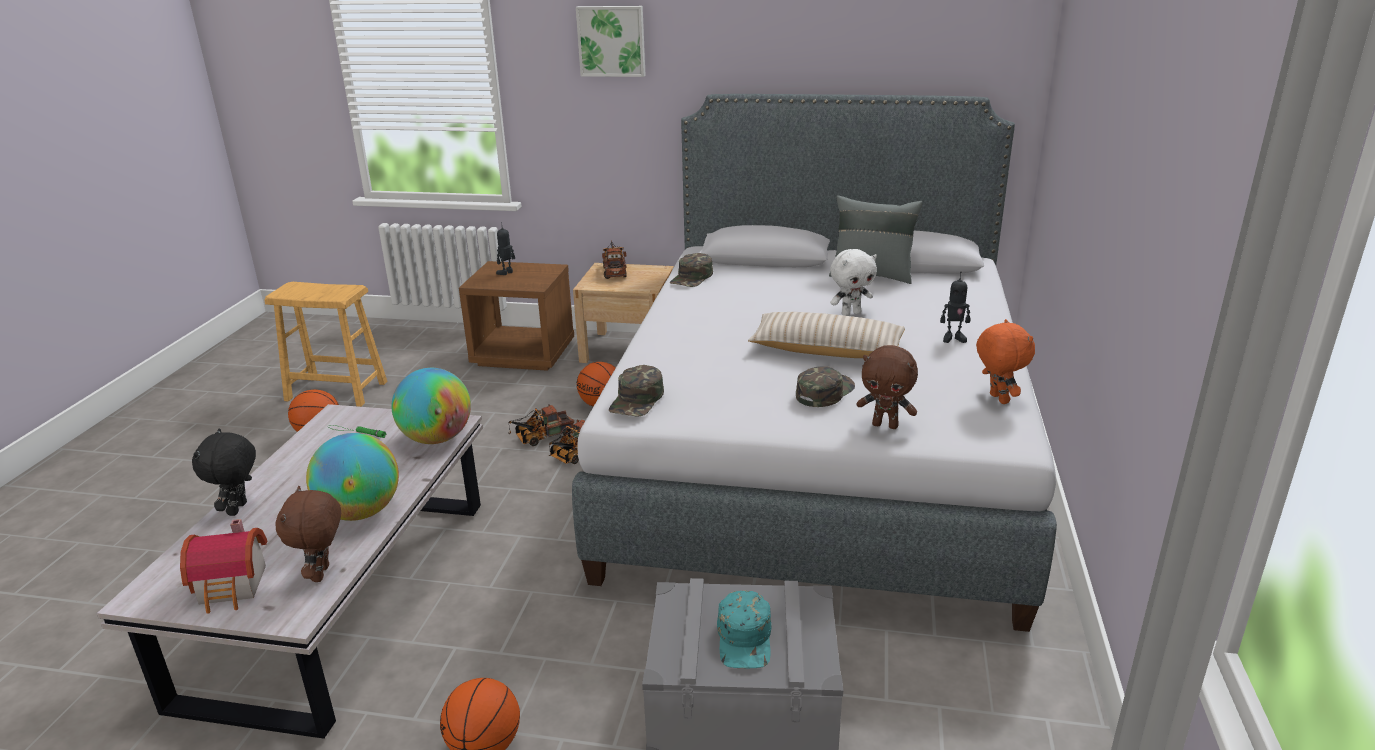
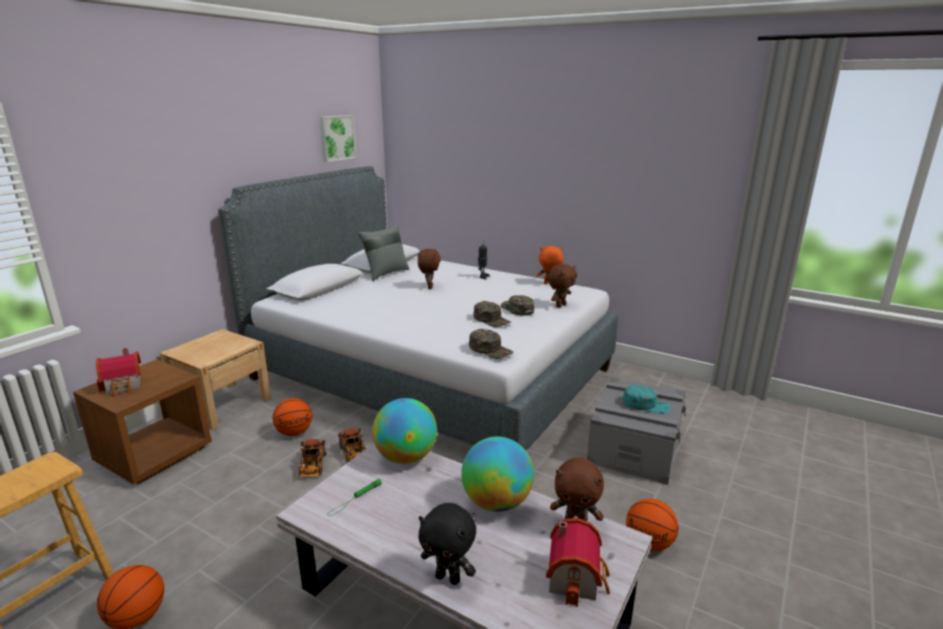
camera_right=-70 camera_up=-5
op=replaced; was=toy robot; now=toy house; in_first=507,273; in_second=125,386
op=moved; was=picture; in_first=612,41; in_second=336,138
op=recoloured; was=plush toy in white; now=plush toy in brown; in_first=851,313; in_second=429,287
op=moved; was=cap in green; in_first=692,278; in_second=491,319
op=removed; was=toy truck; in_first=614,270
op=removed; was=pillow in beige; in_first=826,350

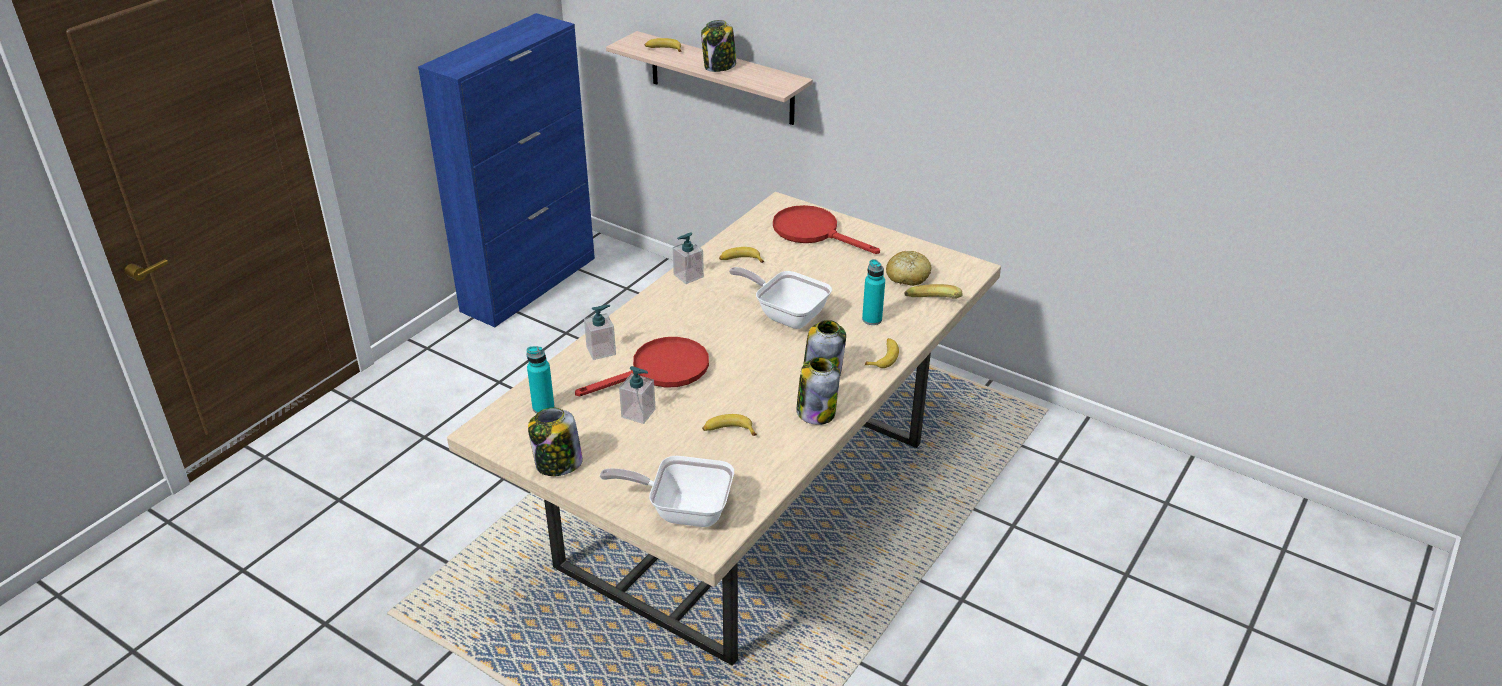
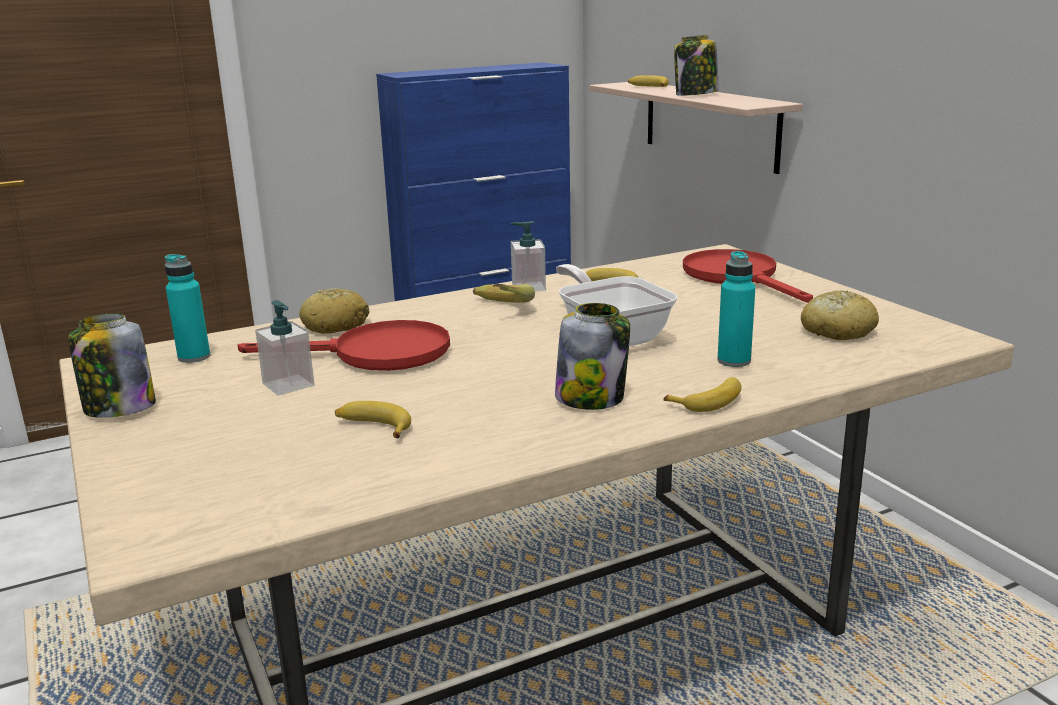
camera_right=30 camera_up=-15
op=replaced; was=soap dispenser; now=bread; in_first=601,351; in_second=336,325
op=moved; was=banana; in_first=933,306; in_second=498,310
op=removed; was=frying pan; in_first=683,510
op=removed; was=jar; in_first=816,412

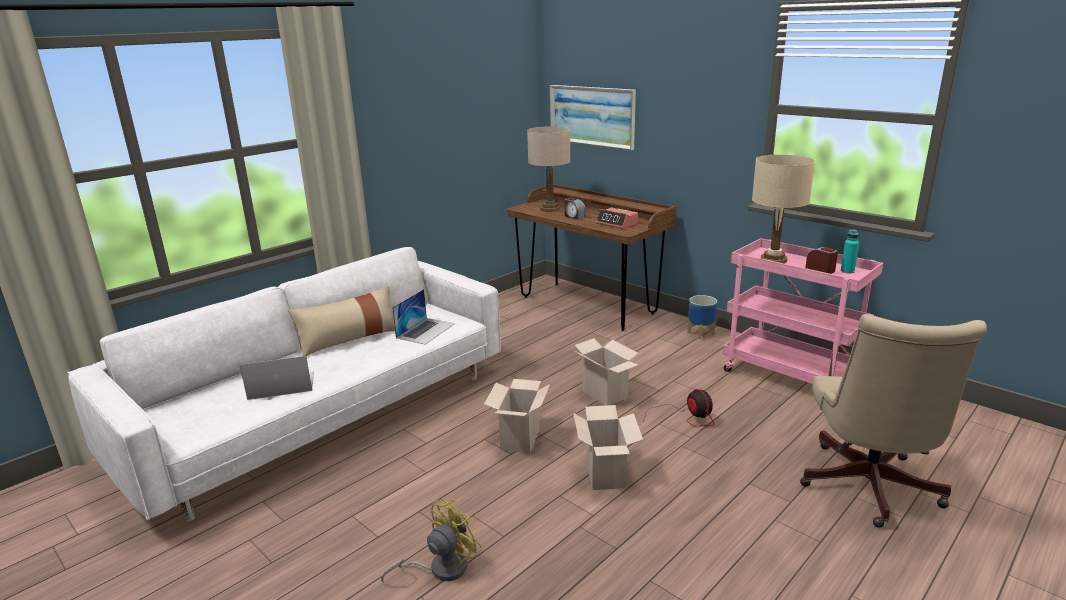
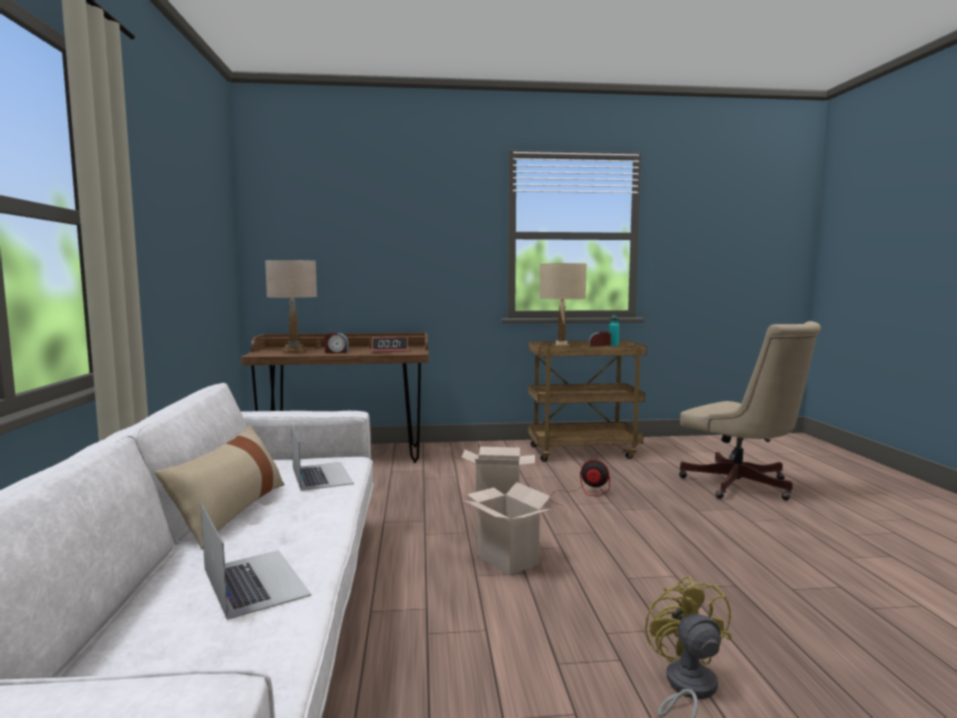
camera_right=-50 camera_up=-15
op=turned; was=laptop; in_first=281,385; in_second=254,581; clockwise=120
op=recoloured; was=cart in pink; now=cart in brown; in_first=791,376; in_second=583,452
op=removed; was=picture; in_first=591,116
op=removed; was=cardboard box; in_first=607,475
op=removed; was=planter; in_first=701,333

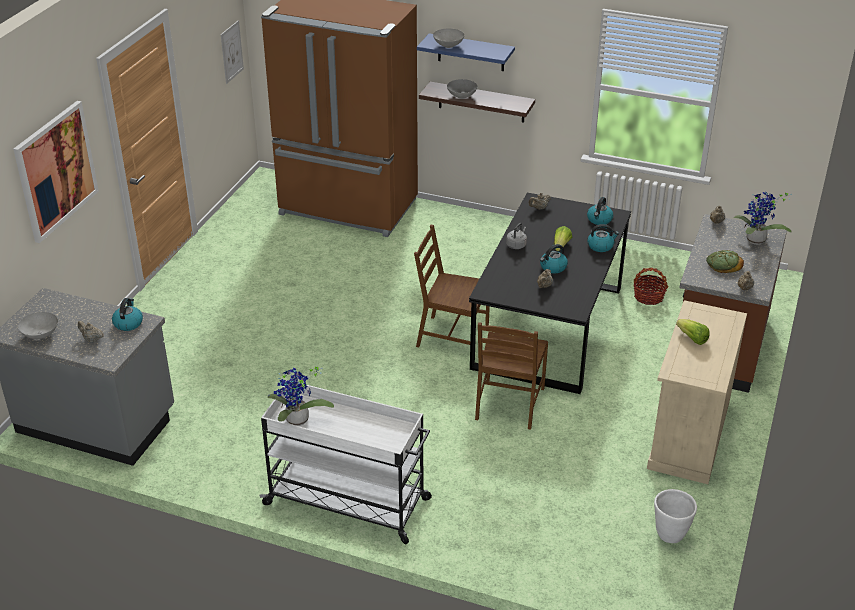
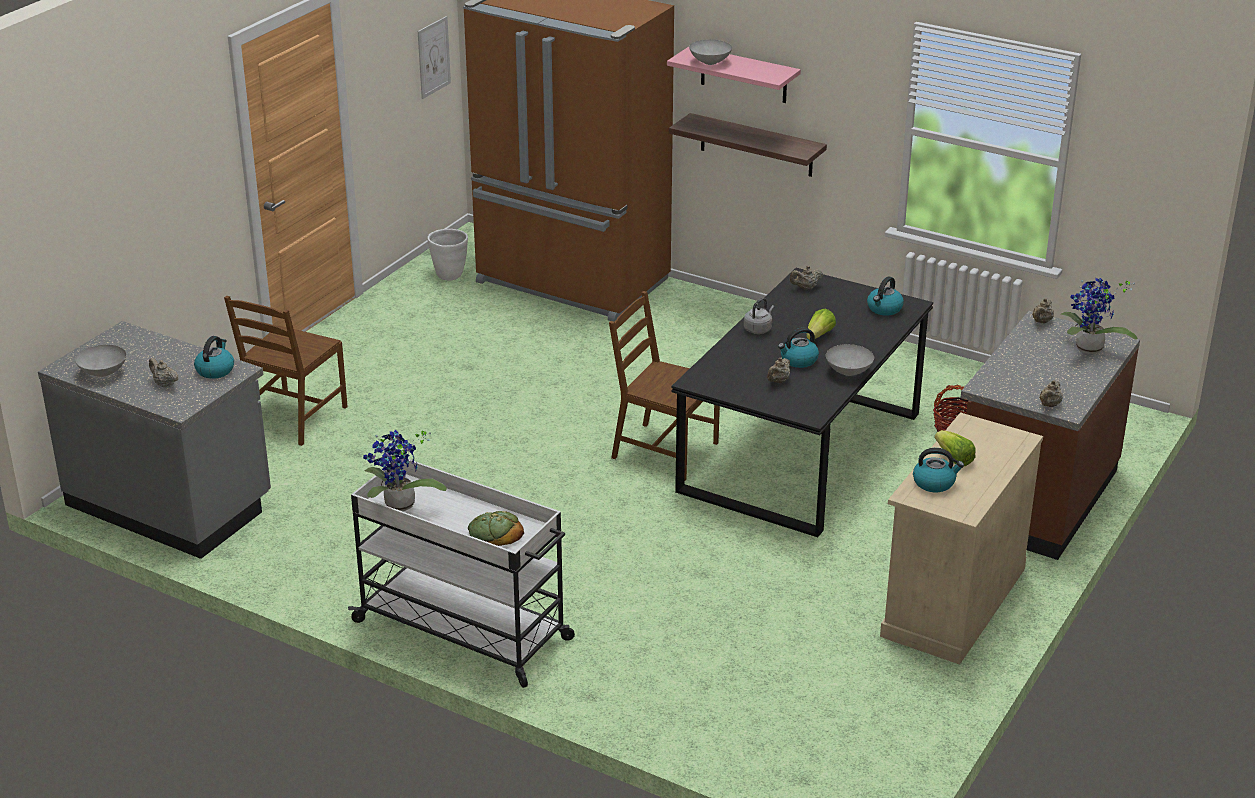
camera_right=10 camera_up=-5
op=moved; was=chair in brown; in_first=509,404; in_second=294,418
op=moved; was=planter in white; in_first=670,534; in_second=449,275
op=moved; was=bread; in_first=723,264; in_second=495,532
op=recoloured; was=shelf in blue; now=shelf in pink; in_first=471,52; in_second=743,75
op=moved; was=bowl in grey; in_first=461,96; in_second=847,372
op=moved; was=kettle; in_first=601,246; in_second=934,483
op=removed; was=picture; in_first=56,170

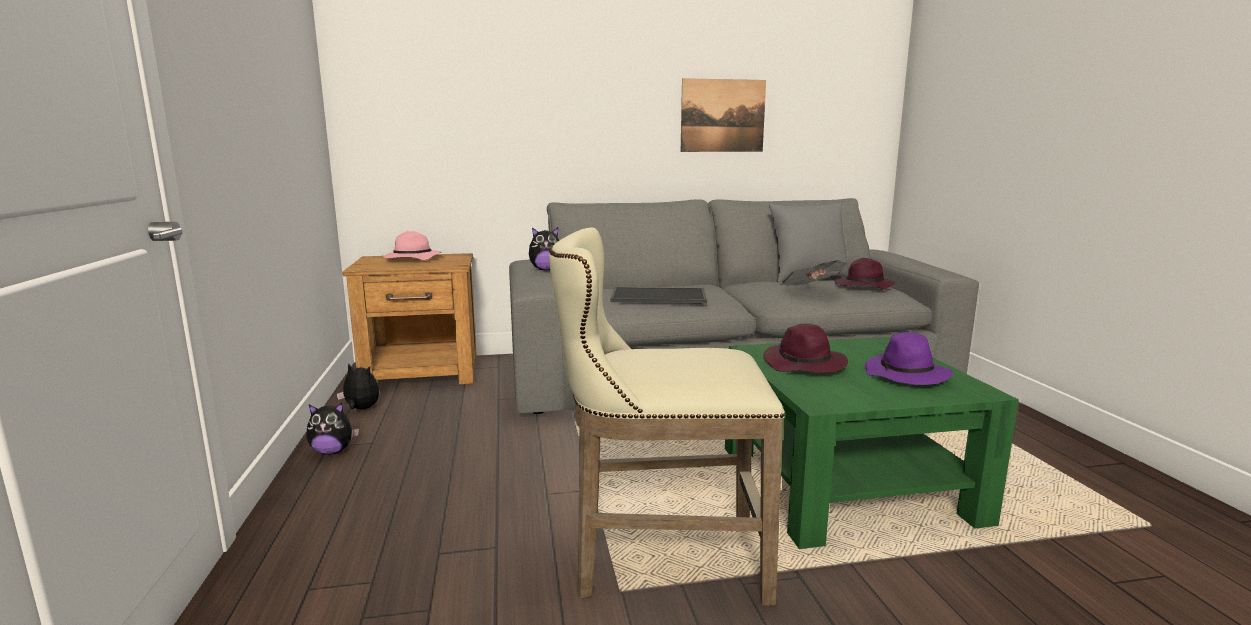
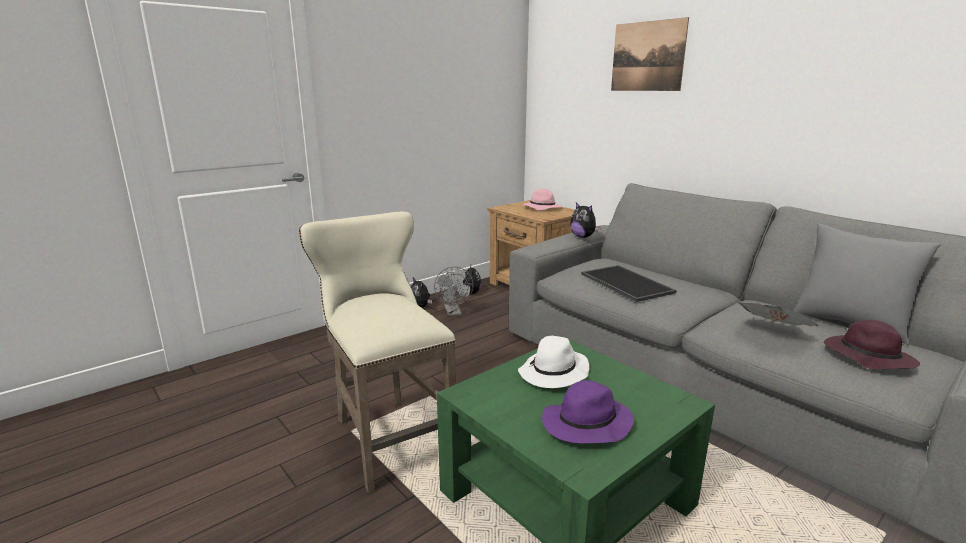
camera_right=60 camera_up=5
op=added; now=fan in grey; in_second=454,312
op=recoloured; was=hat in purple; now=hat in white; in_first=805,364; in_second=554,373
op=moved; was=picture; in_first=723,116; in_second=647,56

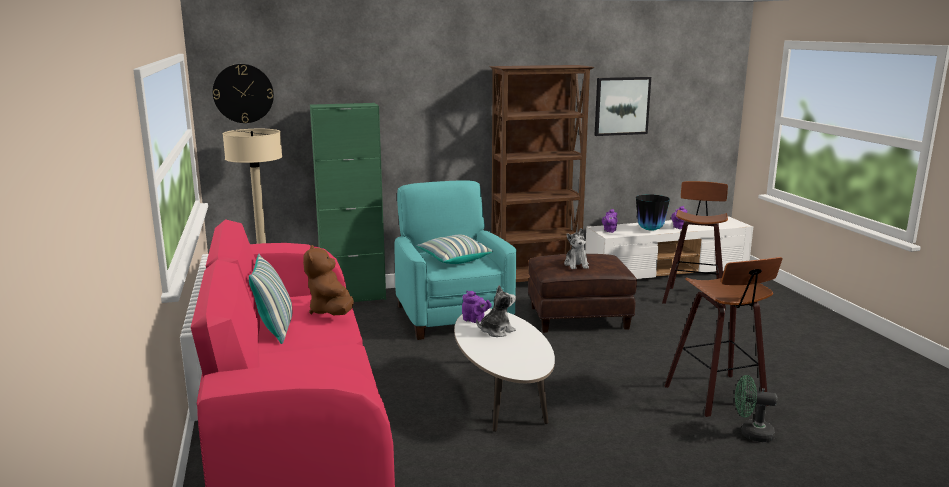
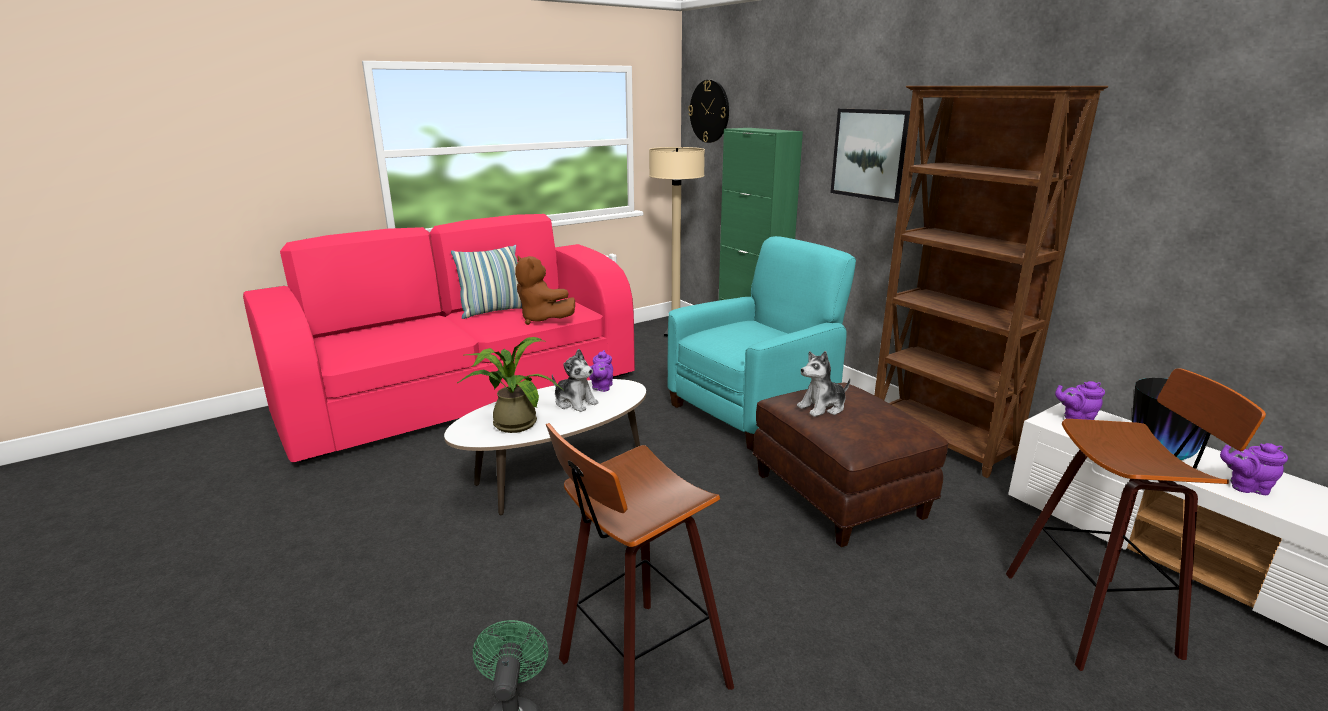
camera_right=70 camera_up=5
op=added; now=potted plant; in_second=511,422
op=turned; was=plush toy in brown; in_first=331,312; in_second=542,319; clockwise=-105
op=moved; was=picture; in_first=621,106; in_second=871,154
op=removed; was=pillow; in_first=454,259

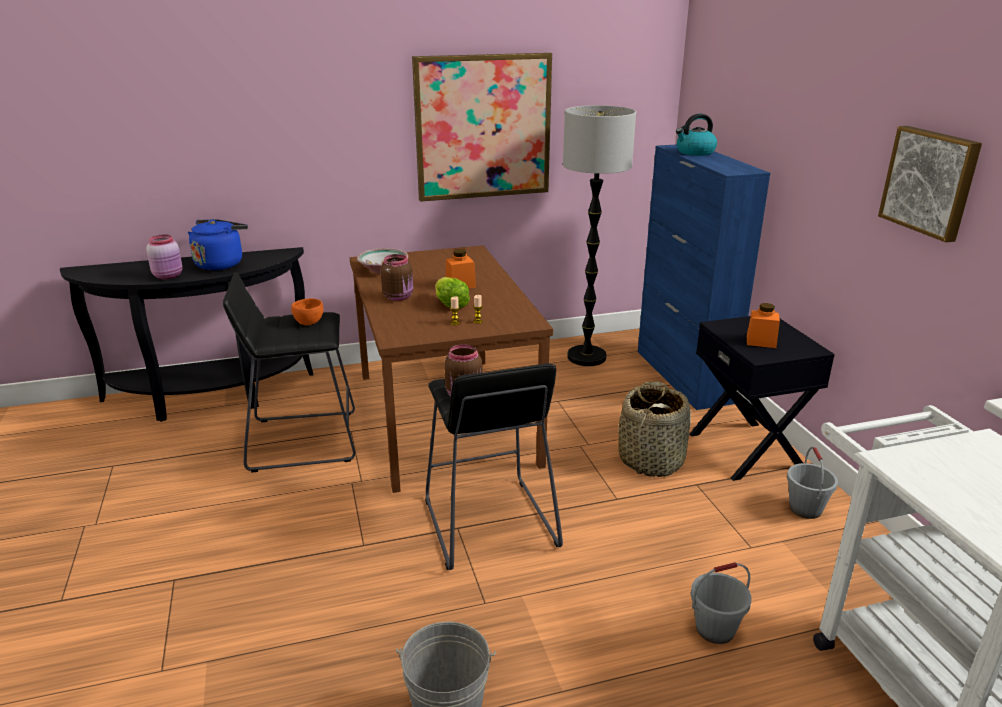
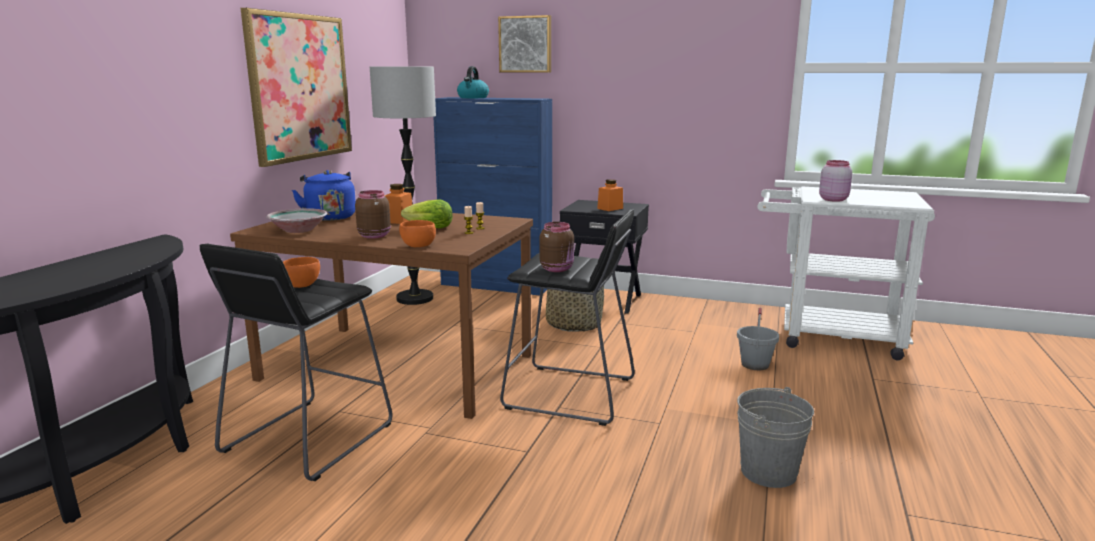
camera_right=-55 camera_up=-10
op=moved; was=kettle in blue; in_first=221,264; in_second=330,217
op=added; now=bowl in orange; in_second=419,246
op=moved; was=picture; in_first=930,182; in_second=525,44
op=moved; was=jar in pink; in_first=169,276; in_second=833,199
op=removed; was=bucket in grey; in_first=805,509

